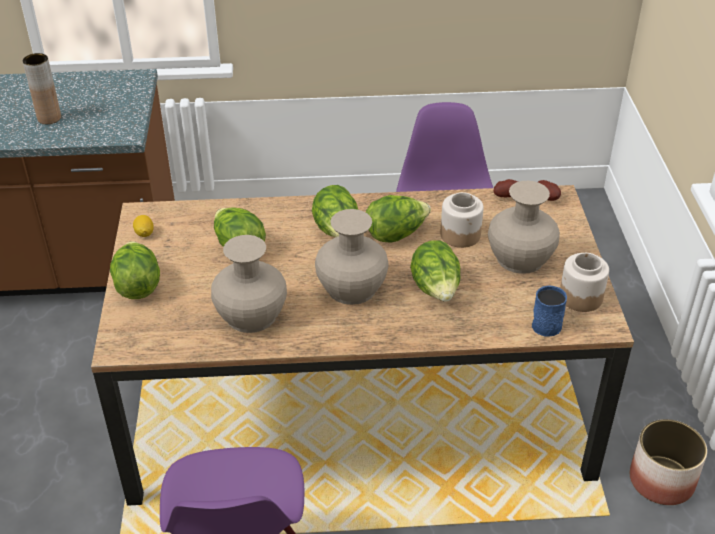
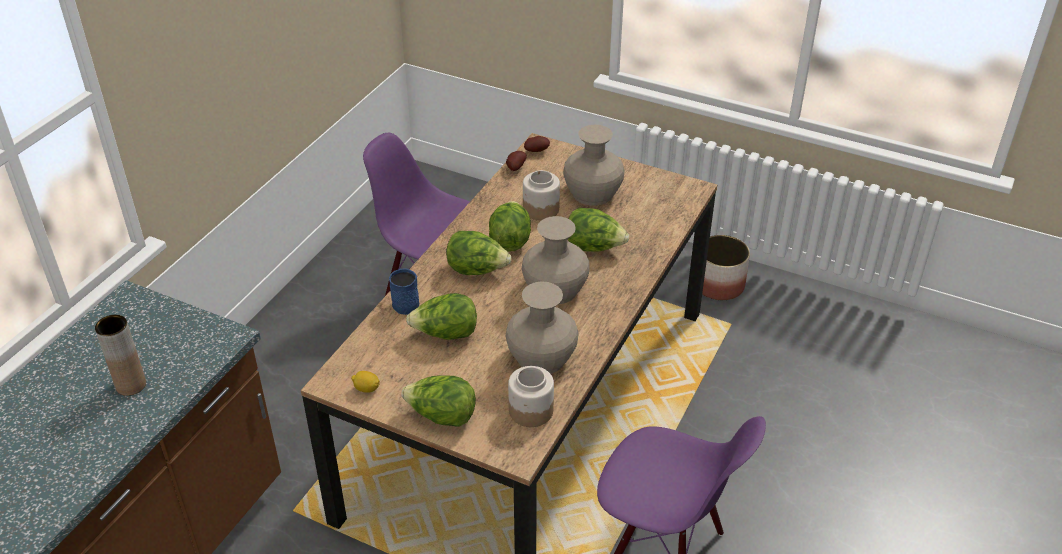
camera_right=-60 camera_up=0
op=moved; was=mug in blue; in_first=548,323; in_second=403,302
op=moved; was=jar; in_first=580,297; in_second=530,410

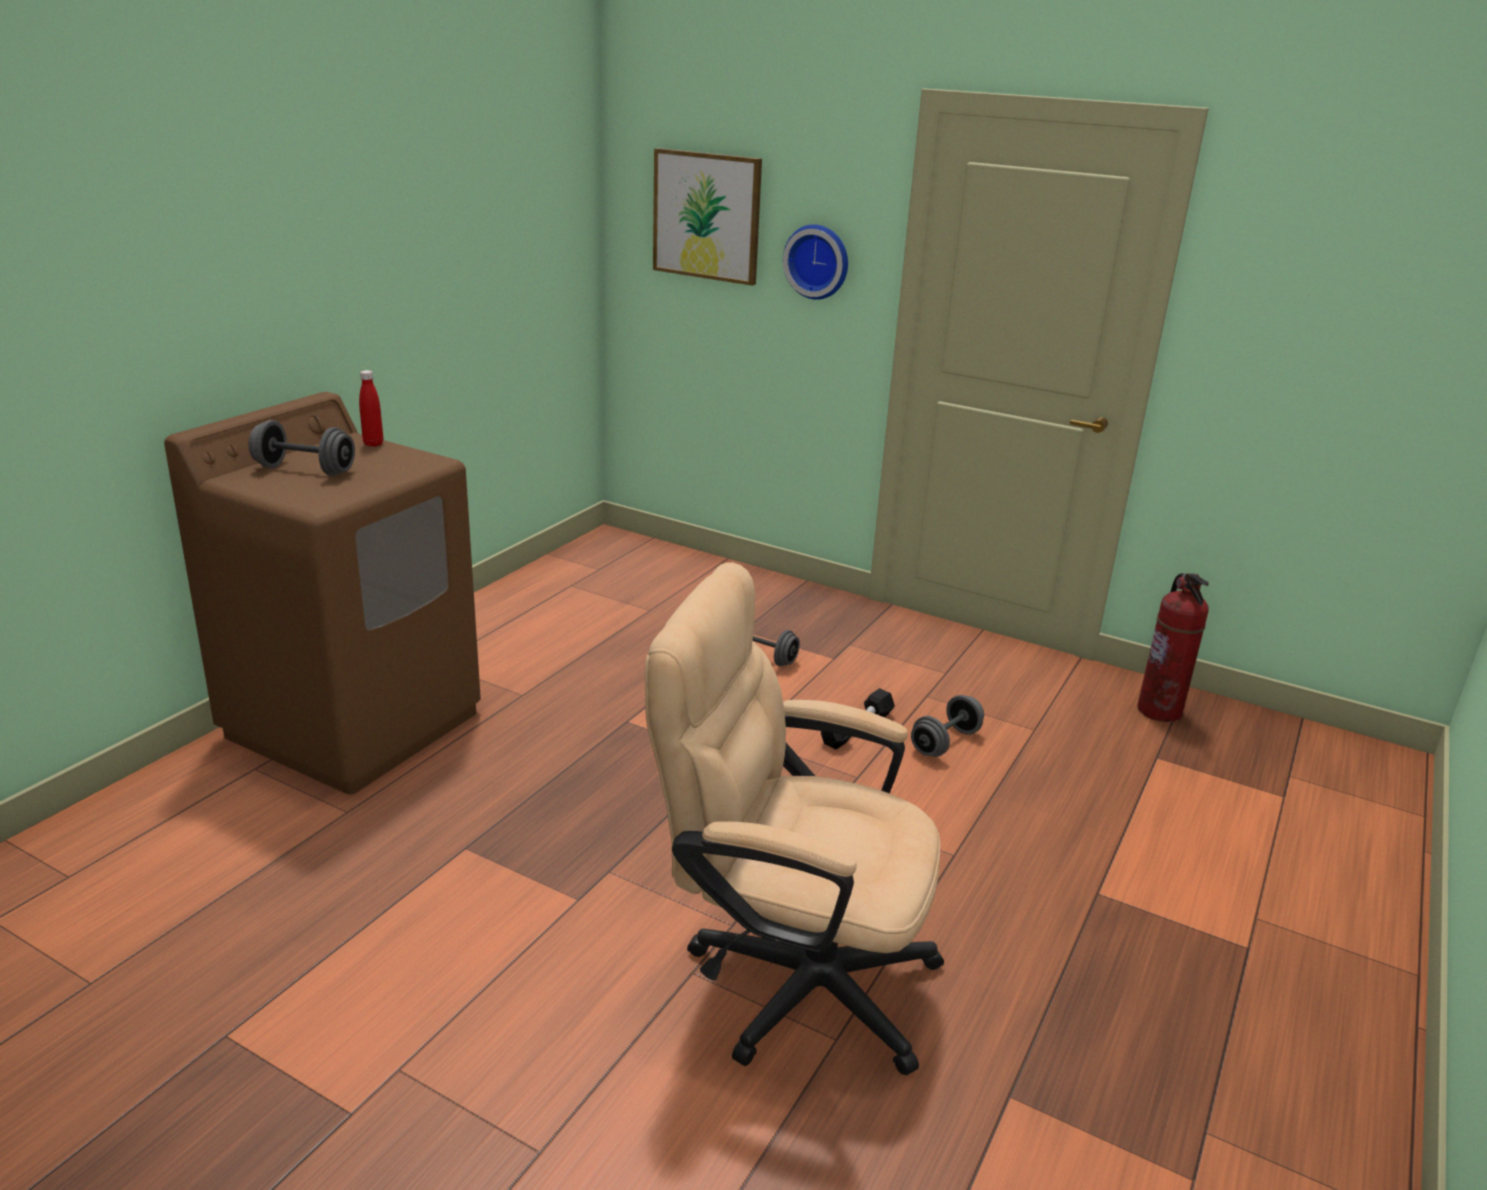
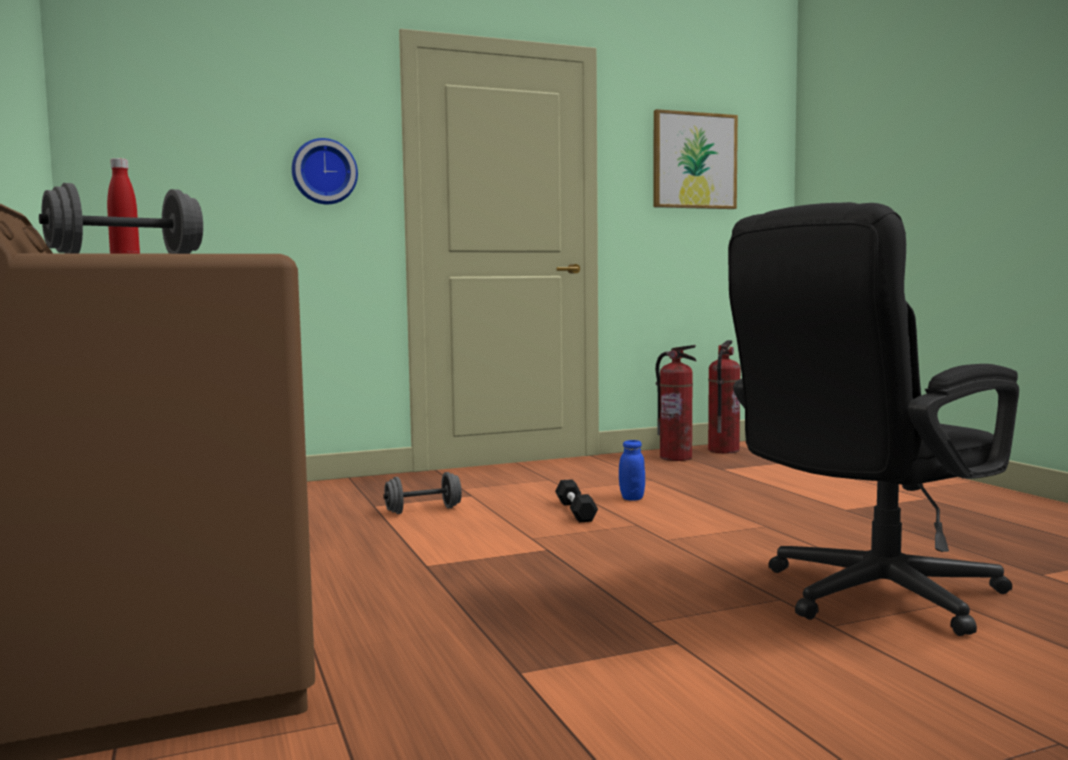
camera_right=-50 camera_up=-20
op=replaced; was=dumbbell in grey; now=jar in blue; in_first=945,742; in_second=632,498
op=moved; was=picture; in_first=707,216; in_second=694,161
op=added; now=fire extinguisher; in_second=723,450
op=recoloured; was=office chair in beige; now=office chair in black; in_first=789,977; in_second=866,597

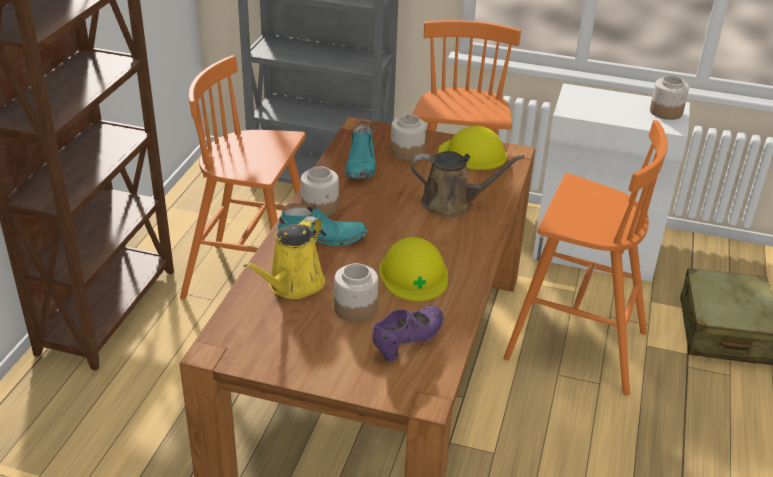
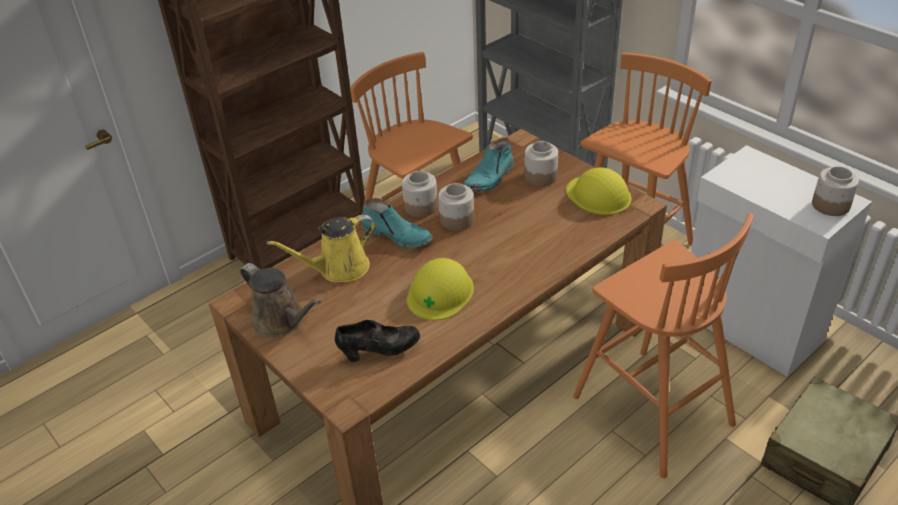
camera_right=35 camera_up=5
op=moved; was=watering can in brown; in_first=452,203; in_second=282,321
op=recoloured; was=shoe in purple; now=shoe in black; in_first=408,342; in_second=380,351
op=moved; was=jar; in_first=355,309; in_second=456,220

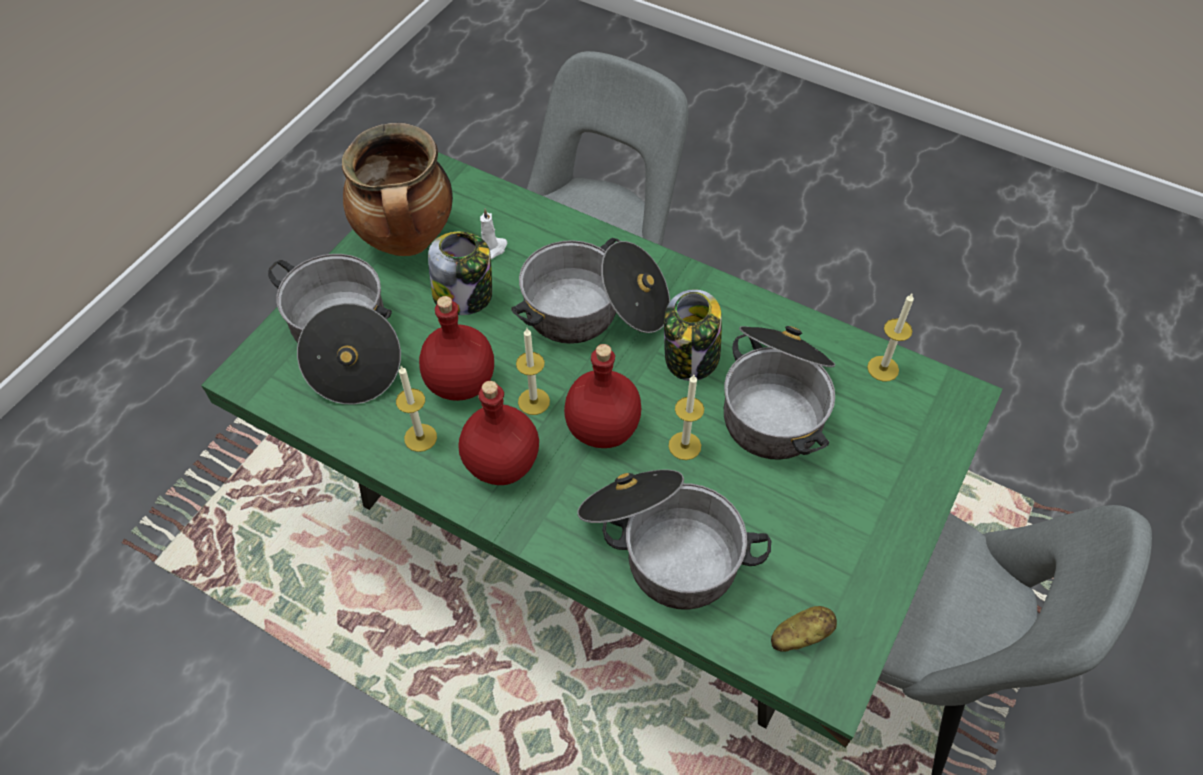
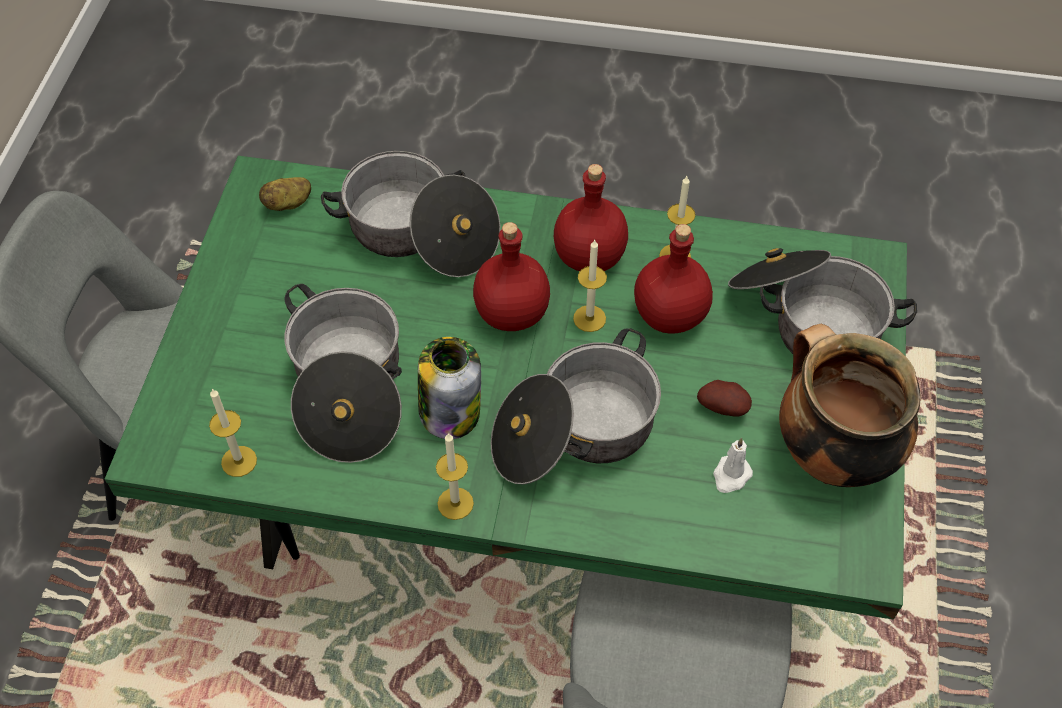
camera_right=160 camera_up=0
op=moved; was=candle; in_first=684,446; in_second=455,503
op=replaced; was=jar; now=potato; in_first=464,295; in_second=724,407

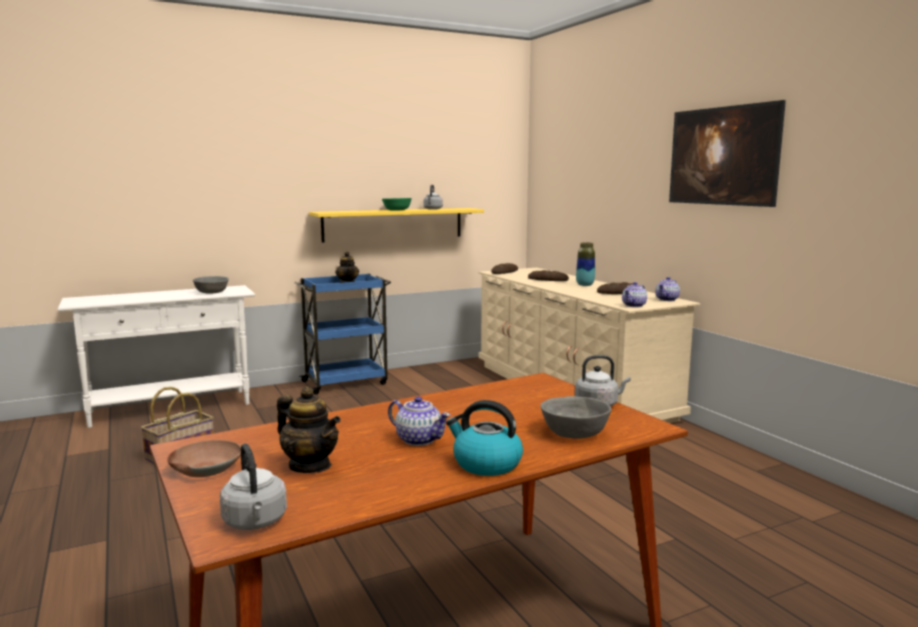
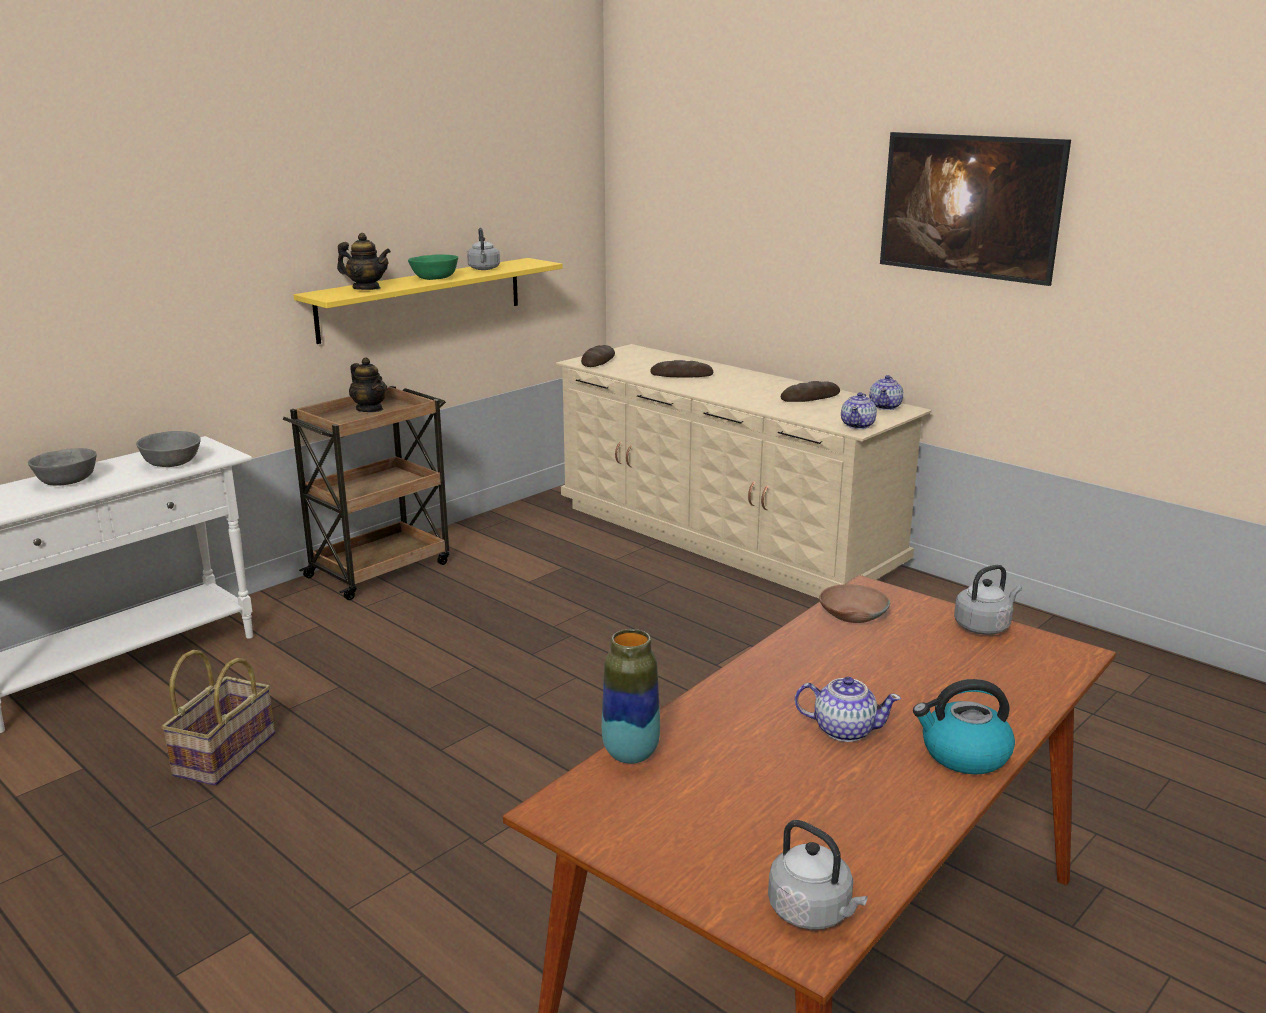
camera_right=-20 camera_up=10
op=moved; was=bowl in grey; in_first=574,433; in_second=66,481
op=recoloured; was=cart in blue; now=cart in brown; in_first=346,382; in_second=380,569
op=moved; was=teapot; in_first=310,466; in_second=366,288
op=moved; was=vase; in_first=585,285; in_second=630,753
op=moved; was=bowl in brown; in_first=206,468; in_second=851,613

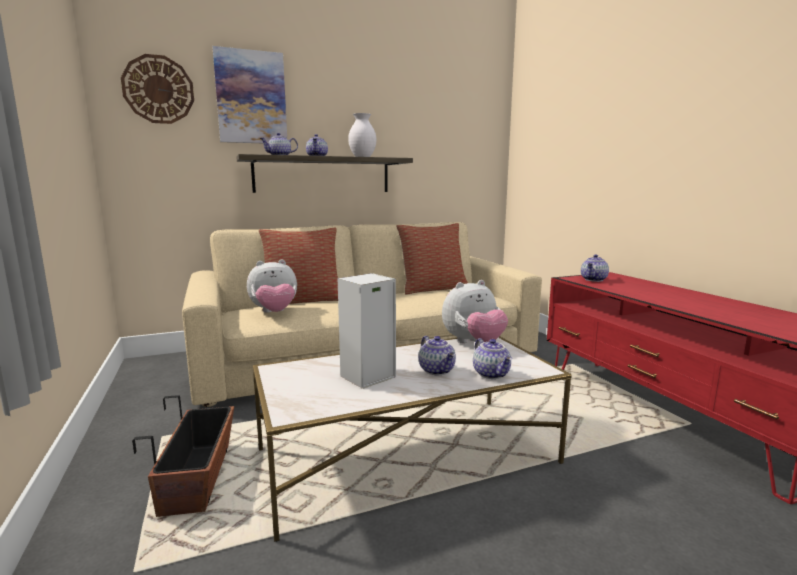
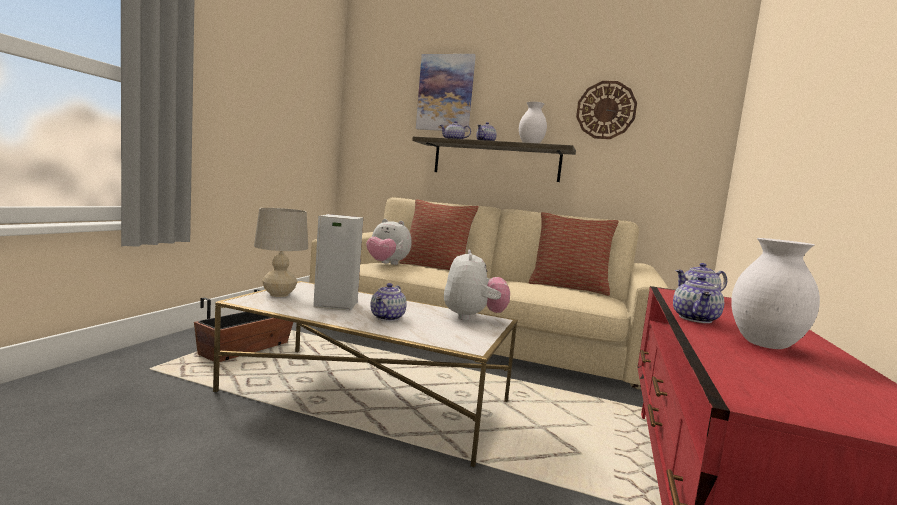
camera_right=40 camera_up=-5
op=added; now=table lamp in beige; in_second=279,294
op=turned; was=plush toy; in_first=473,343; in_second=473,317; clockwise=-105
op=moved; was=wall clock; in_first=158,89; in_second=606,110
op=moved; was=teapot; in_first=492,374; in_second=696,319
op=added; now=vase in white; in_second=763,344

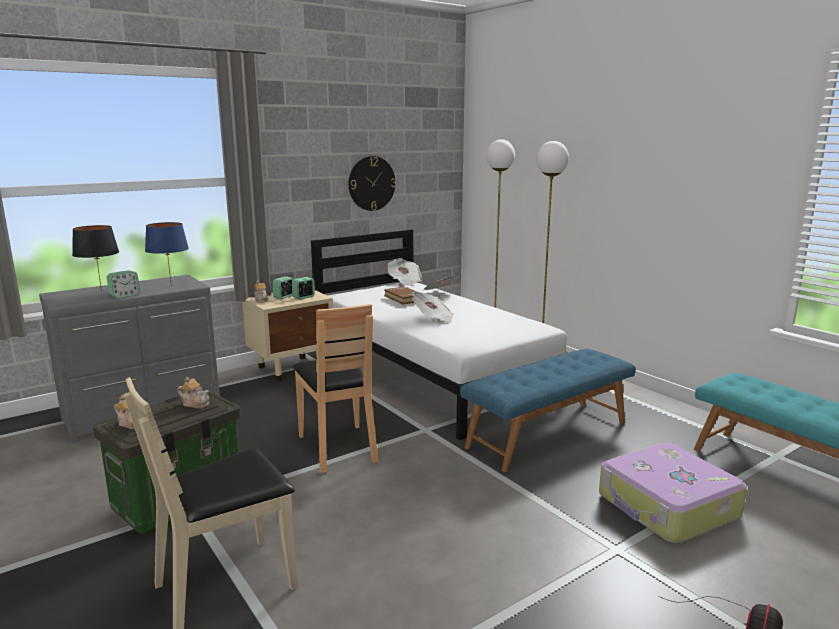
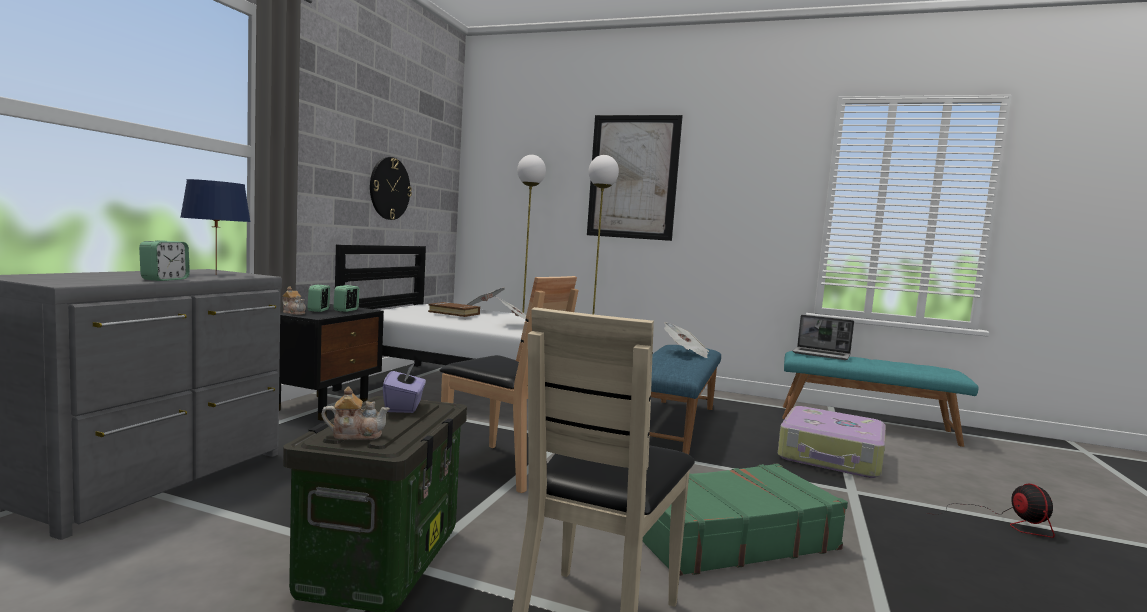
camera_right=-35 camera_up=-10
op=recoloured; was=nightstand in beige; now=nightstand in black; in_first=292,368; in_second=322,406
op=replaced; was=teapot; now=tissue box in purple; in_first=195,403; in_second=404,406
op=added; now=picture; in_second=633,177
op=added; now=suitcase in green; in_second=729,536
op=moved; was=newspaper; in_first=404,281; in_second=686,353
op=added; now=laptop; in_second=822,355
op=removed; was=table lamp in black; in_first=101,290

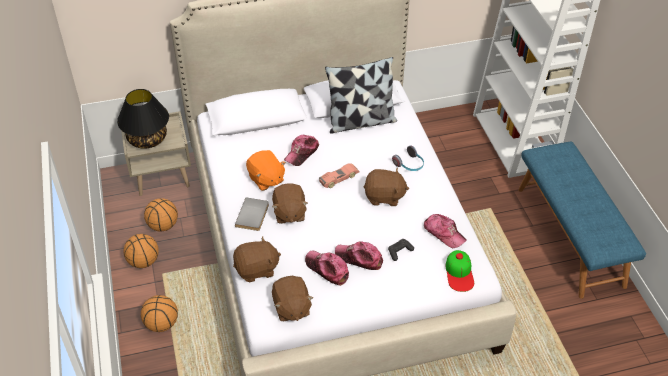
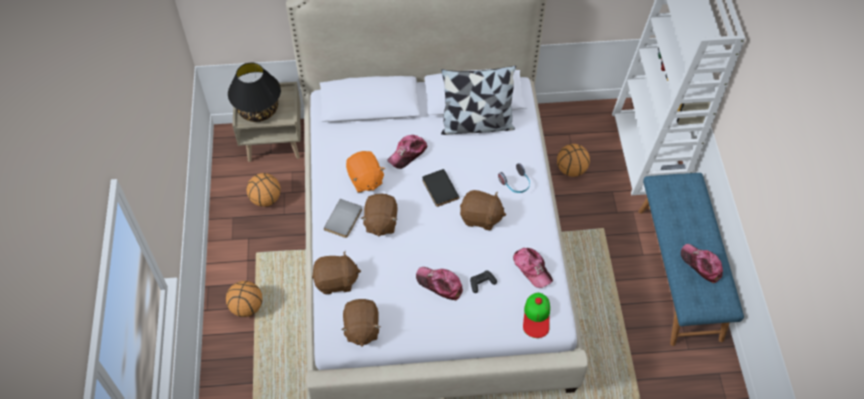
camera_right=10 camera_up=10
op=replaced; was=toy car; now=book in black; in_first=338,178; in_second=439,189
op=moved; was=basketball; in_first=144,262; in_second=571,170
op=moved; was=cap; in_first=327,269; in_second=701,264

